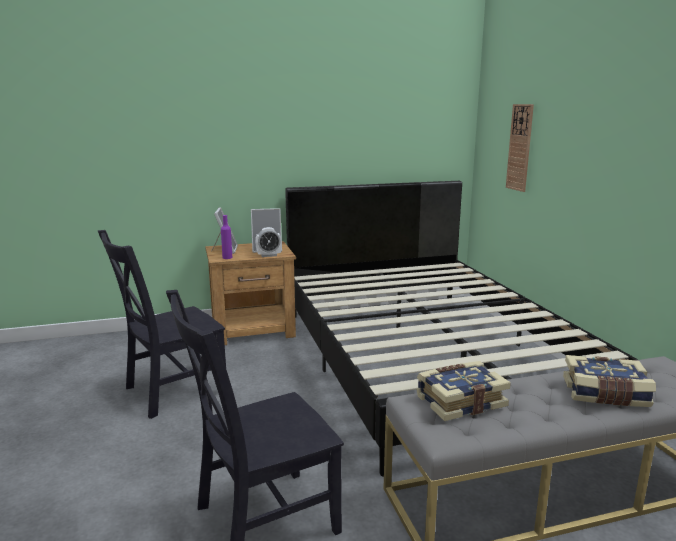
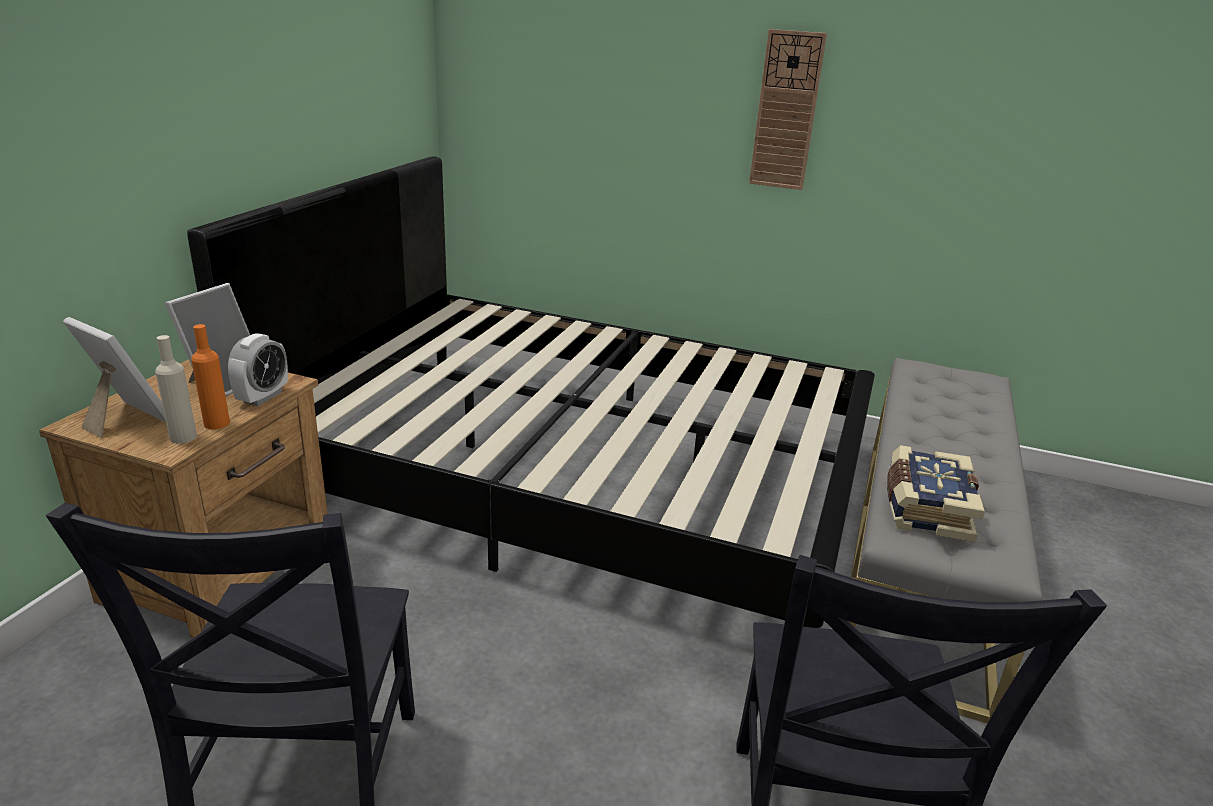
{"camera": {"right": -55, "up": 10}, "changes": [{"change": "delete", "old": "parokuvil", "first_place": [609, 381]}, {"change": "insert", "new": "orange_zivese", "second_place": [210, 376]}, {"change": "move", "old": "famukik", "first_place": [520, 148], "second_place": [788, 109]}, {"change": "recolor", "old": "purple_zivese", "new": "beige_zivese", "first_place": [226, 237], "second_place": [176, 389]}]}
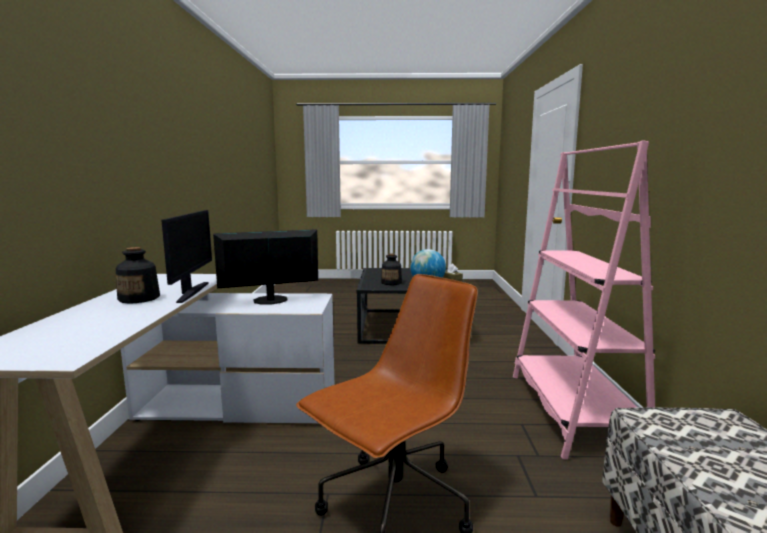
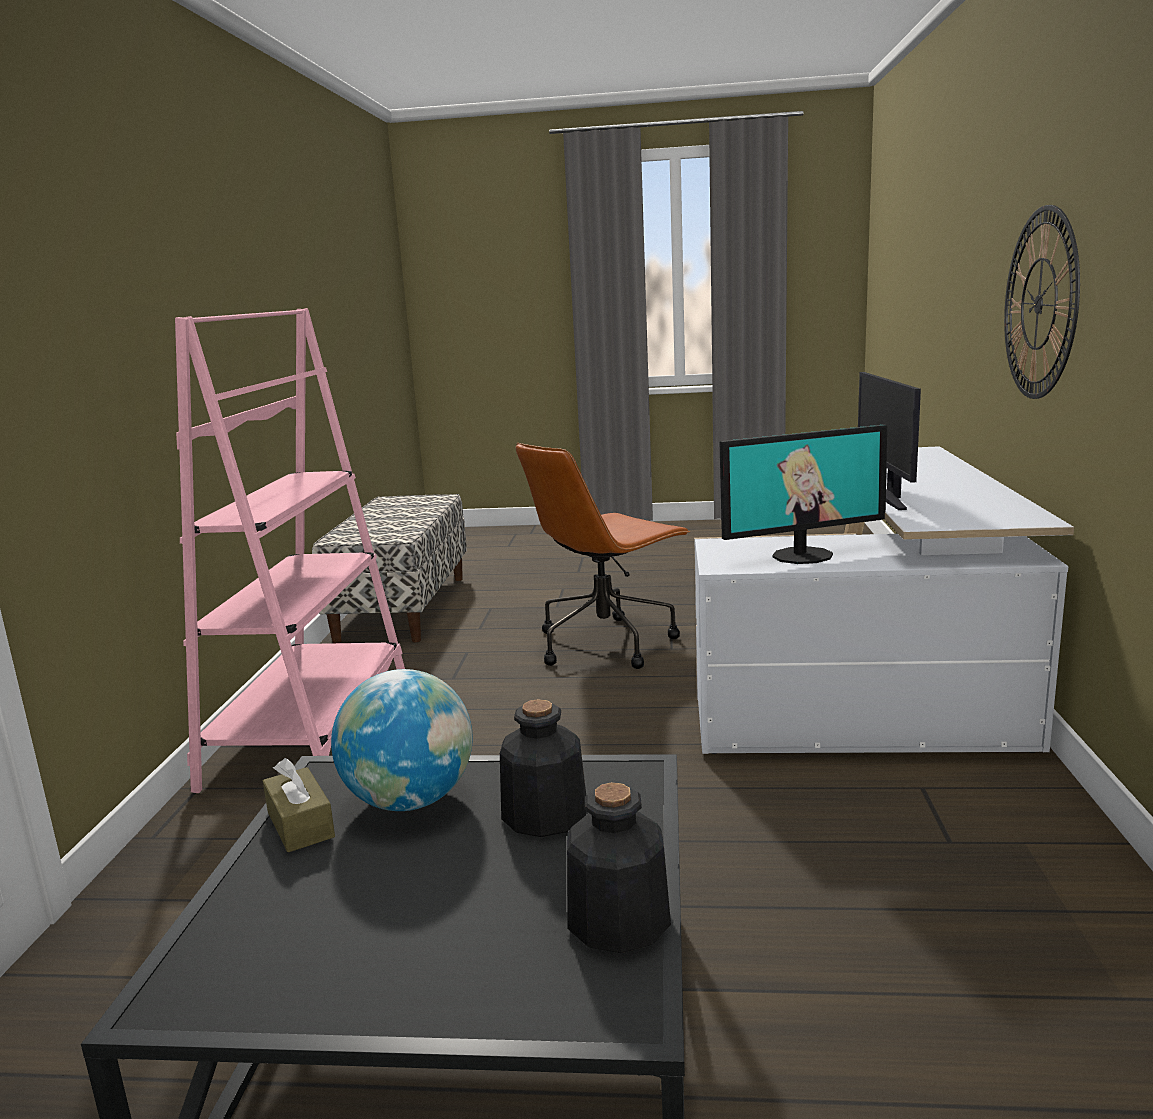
{"camera": {"right": -175, "up": 5}, "changes": [{"change": "insert", "new": "famukik", "second_place": [1042, 302]}, {"change": "move", "old": "zivese", "first_place": [138, 275], "second_place": [619, 867]}]}
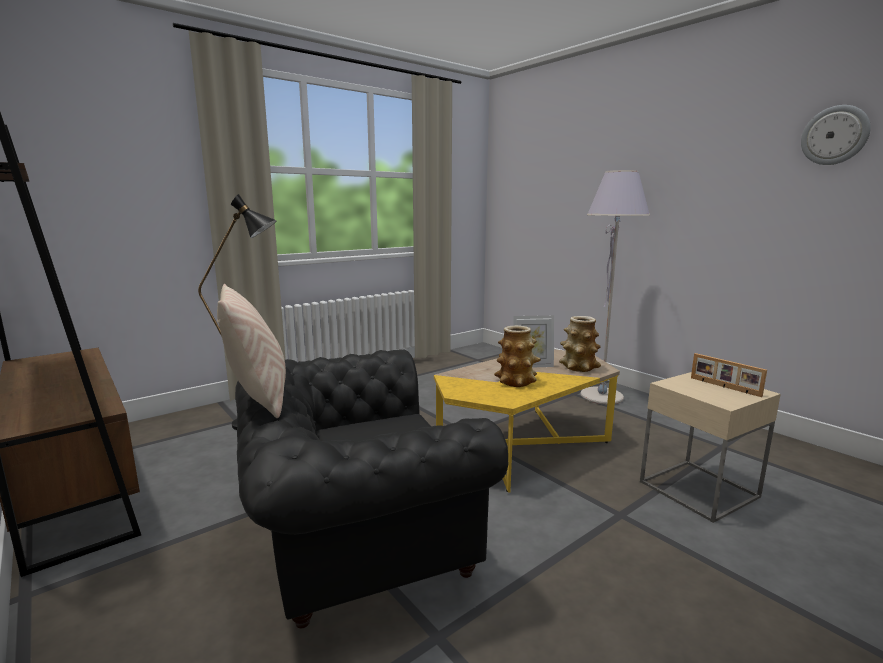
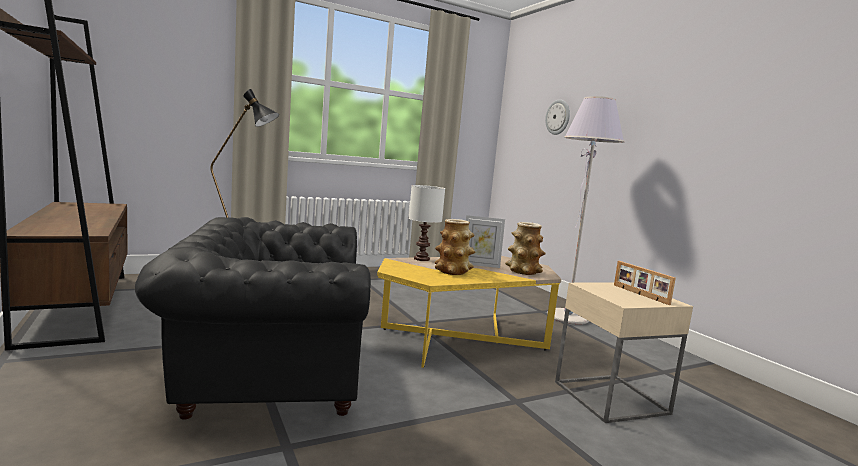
{"camera": {"right": 10, "up": -5}, "changes": [{"change": "delete", "old": "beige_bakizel", "first_place": [251, 350]}, {"change": "insert", "new": "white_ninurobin", "second_place": [427, 223]}, {"change": "move", "old": "famukik", "first_place": [836, 135], "second_place": [557, 117]}]}
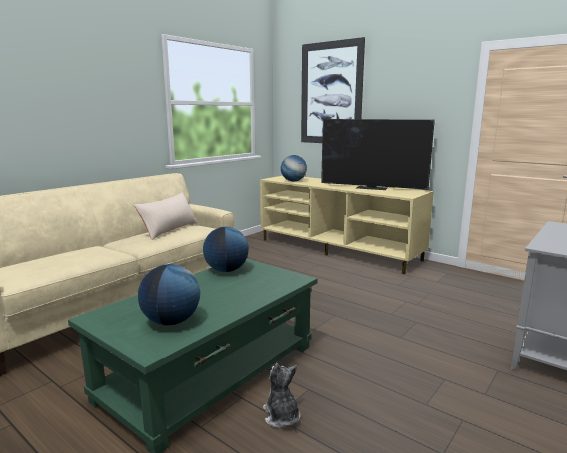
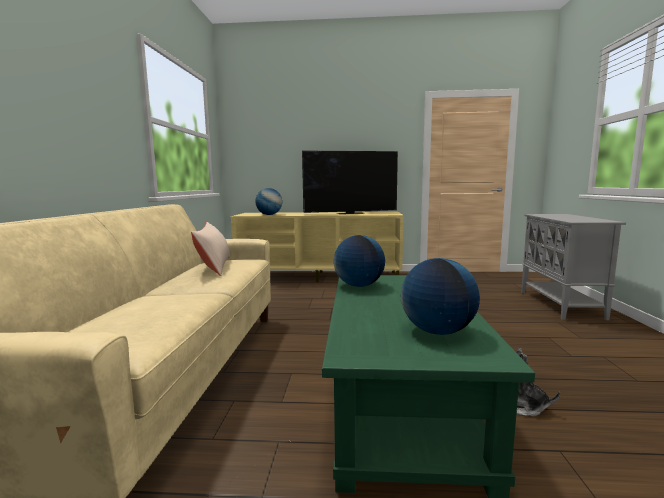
{"camera": {"right": -35, "up": -5}, "changes": [{"change": "delete", "old": "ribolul", "first_place": [333, 90]}]}
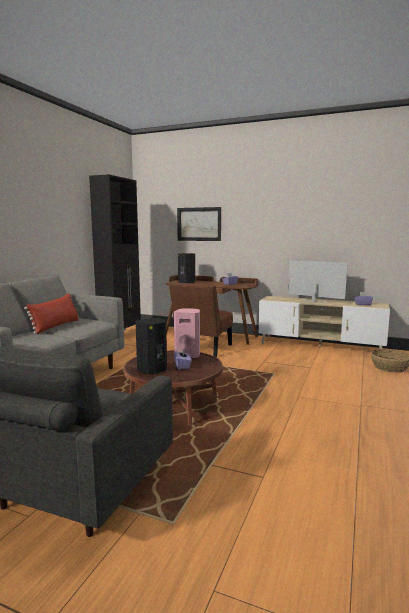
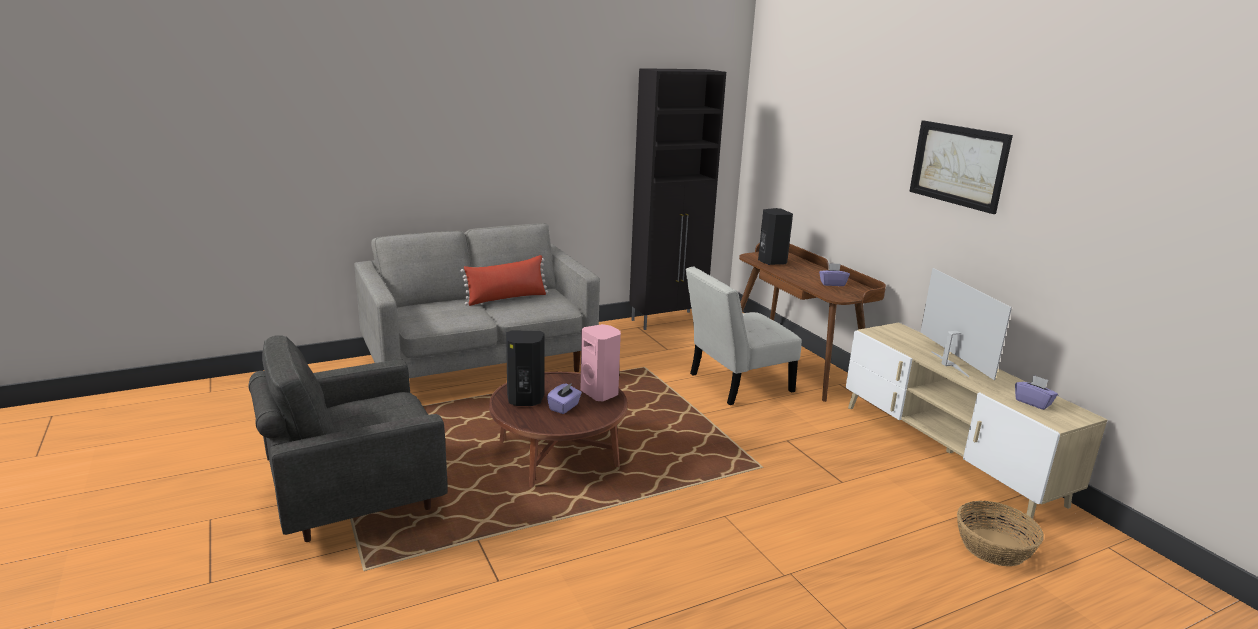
{"camera": {"right": 40, "up": 10}, "changes": [{"change": "move", "old": "ribolul", "first_place": [199, 224], "second_place": [961, 167]}, {"change": "recolor", "old": "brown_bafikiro", "new": "white_bafikiro", "first_place": [201, 320], "second_place": [744, 336]}]}
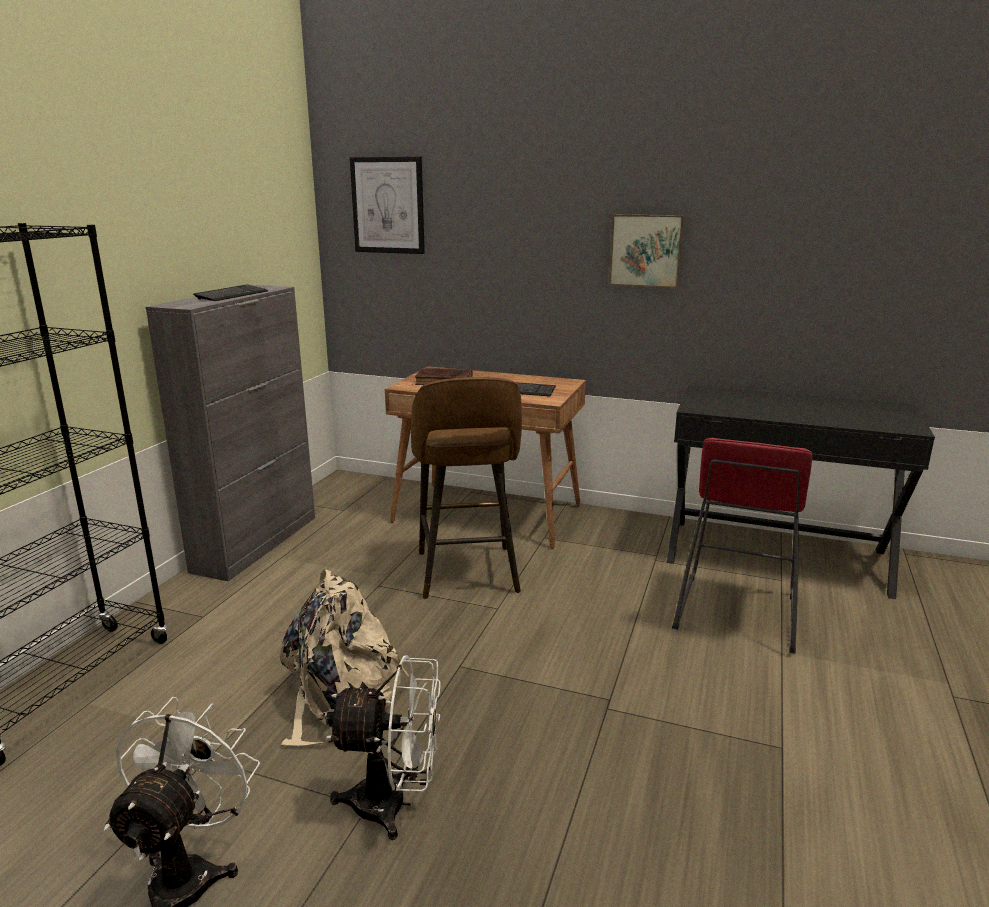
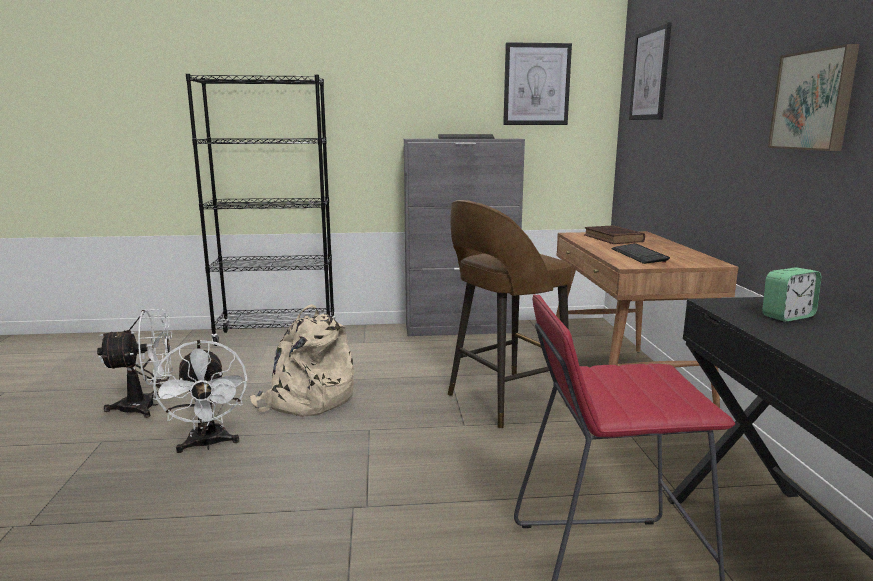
{"camera": {"right": 65, "up": -5}, "changes": [{"change": "insert", "new": "ribolul", "second_place": [537, 83]}, {"change": "insert", "new": "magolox", "second_place": [791, 294]}]}
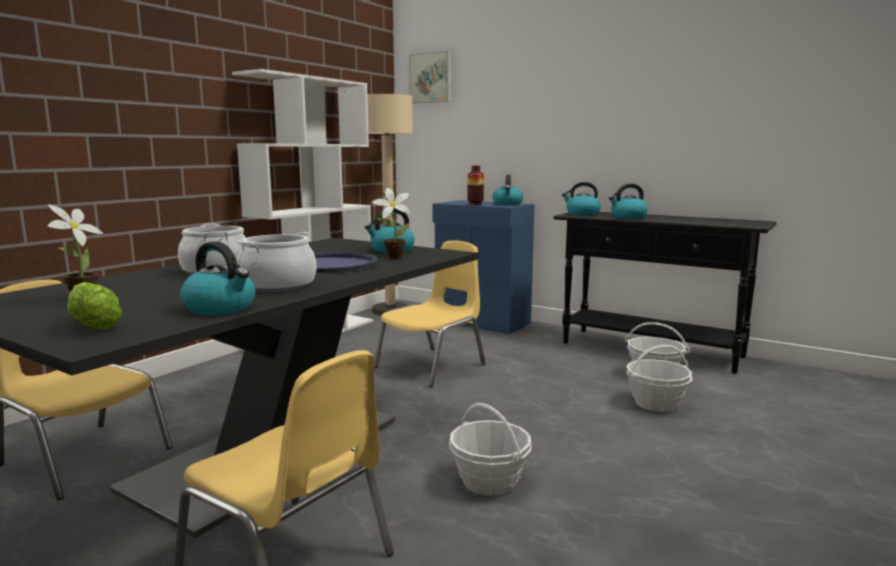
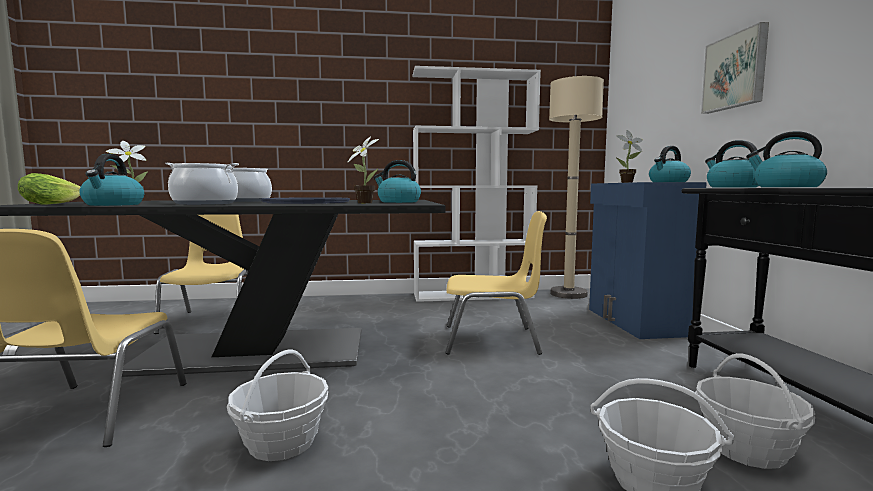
{"camera": {"right": 50, "up": -5}, "changes": [{"change": "move", "old": "ribolul", "first_place": [430, 77], "second_place": [735, 68]}, {"change": "replace", "old": "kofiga", "new": "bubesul", "first_place": [476, 185], "second_place": [629, 156]}]}
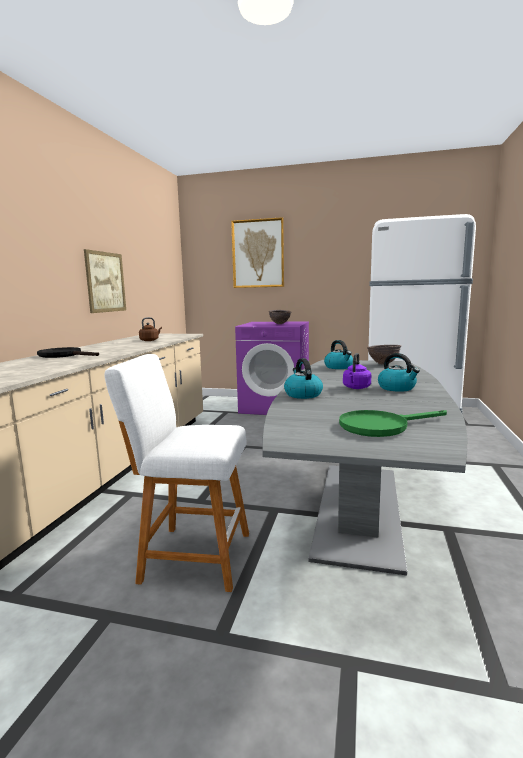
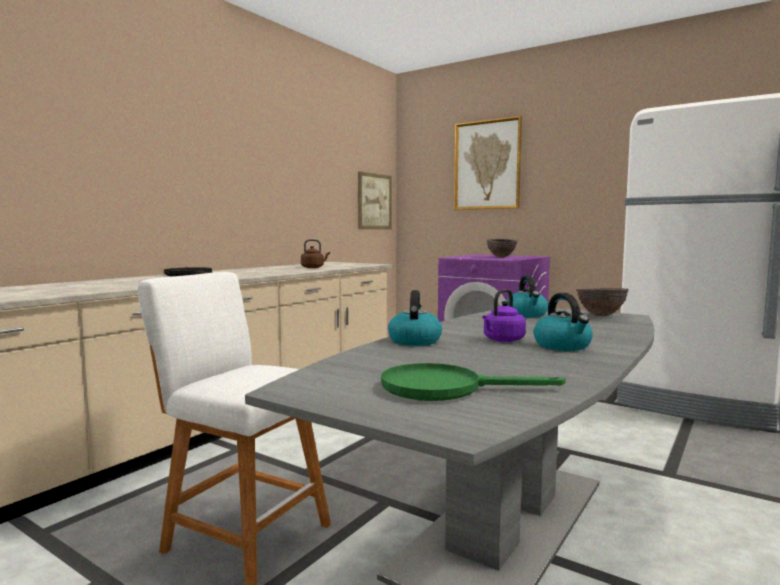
{"camera": {"right": 20, "up": -5}, "changes": [{"change": "move", "old": "ribolul", "first_place": [105, 281], "second_place": [375, 200]}]}
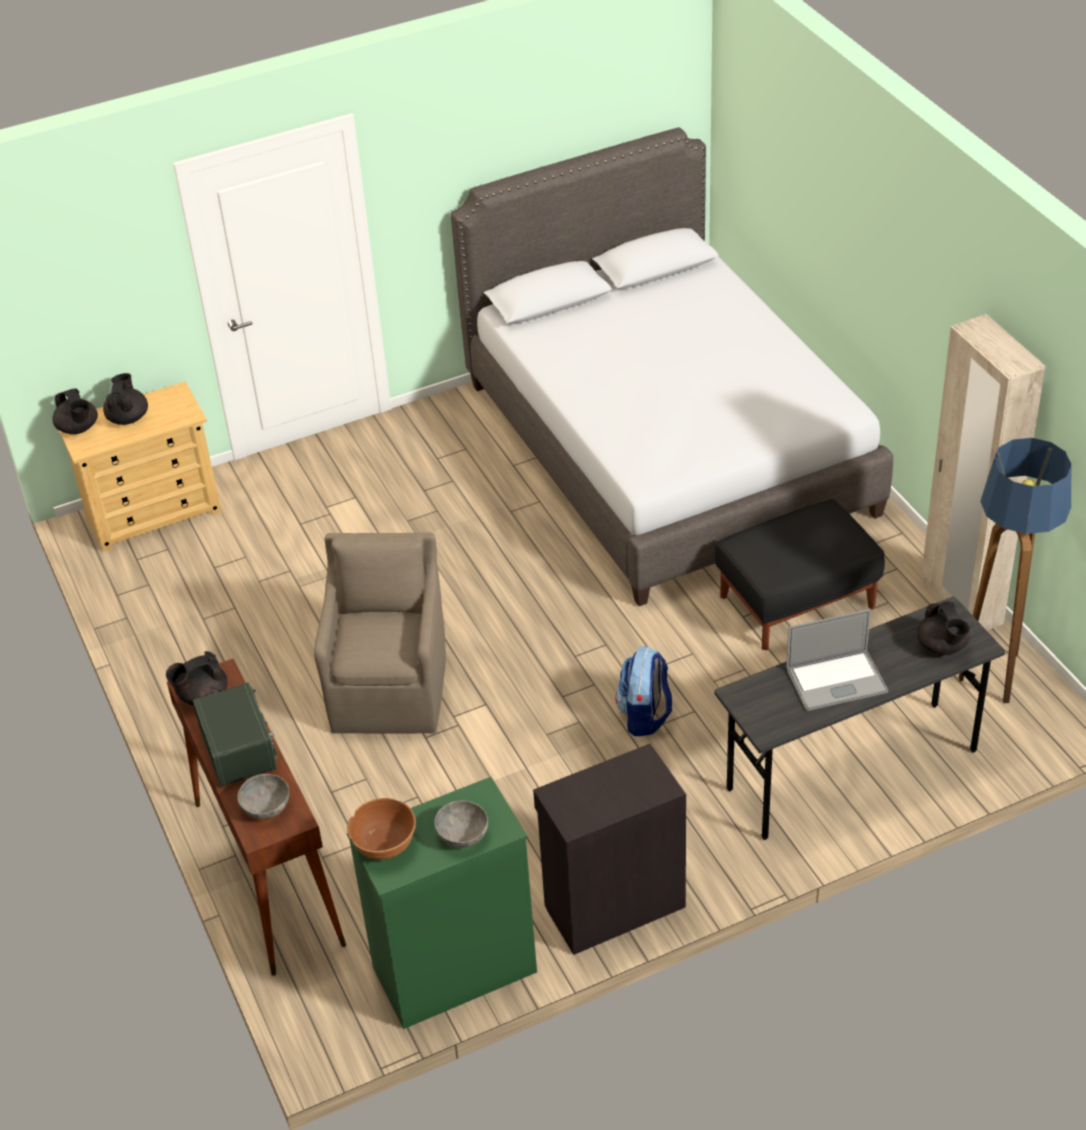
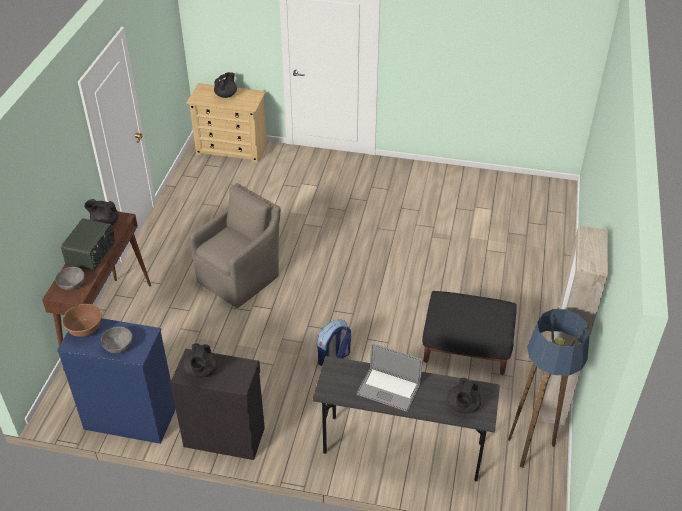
{"camera": {"right": 35, "up": 0}, "changes": [{"change": "delete", "old": "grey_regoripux", "first_place": [671, 366]}, {"change": "move", "old": "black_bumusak", "first_place": [75, 411], "second_place": [200, 360]}, {"change": "recolor", "old": "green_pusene", "new": "blue_pusene", "first_place": [442, 903], "second_place": [116, 381]}]}
